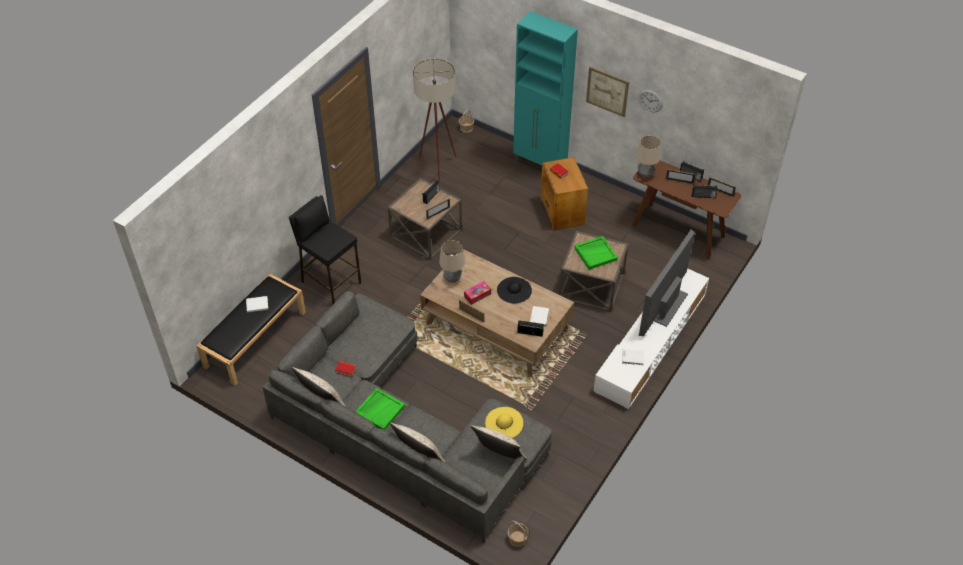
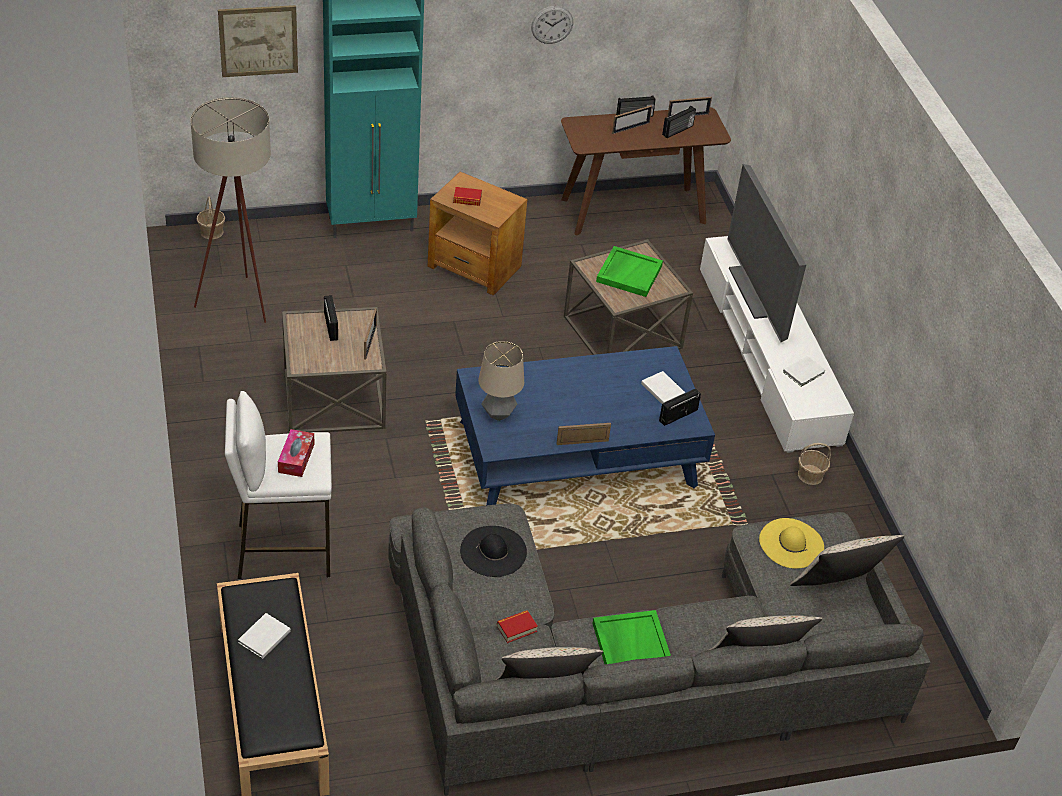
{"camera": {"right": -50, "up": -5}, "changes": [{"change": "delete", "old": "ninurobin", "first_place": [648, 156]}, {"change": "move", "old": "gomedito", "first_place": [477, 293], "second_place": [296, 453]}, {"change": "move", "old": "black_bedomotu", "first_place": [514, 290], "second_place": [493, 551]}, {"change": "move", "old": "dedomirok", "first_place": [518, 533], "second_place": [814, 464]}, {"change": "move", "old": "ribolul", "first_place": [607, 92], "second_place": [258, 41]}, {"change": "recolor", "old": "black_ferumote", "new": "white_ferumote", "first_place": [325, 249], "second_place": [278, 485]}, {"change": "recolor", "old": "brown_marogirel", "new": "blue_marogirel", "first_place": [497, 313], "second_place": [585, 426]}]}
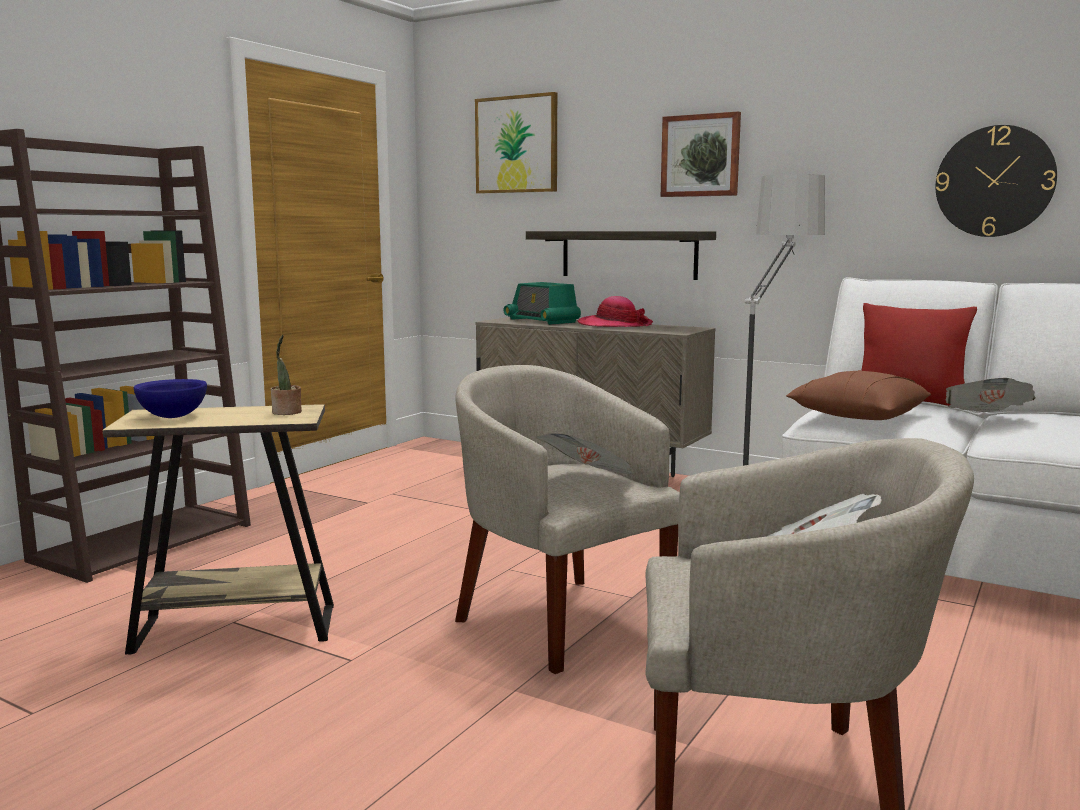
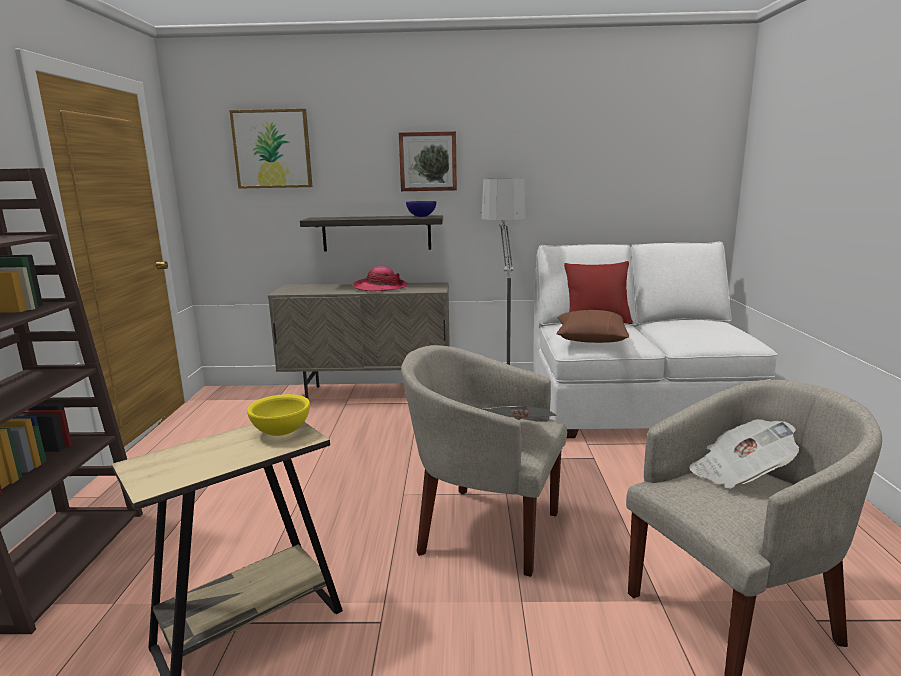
{"camera": {"right": -30, "up": 5}, "changes": [{"change": "delete", "old": "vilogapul", "first_place": [542, 303]}, {"change": "delete", "old": "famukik", "first_place": [996, 181]}, {"change": "delete", "old": "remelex", "first_place": [990, 395]}, {"change": "move", "old": "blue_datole", "first_place": [170, 398], "second_place": [421, 209]}, {"change": "replace", "old": "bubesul", "new": "yellow_datole", "first_place": [286, 375], "second_place": [278, 415]}]}
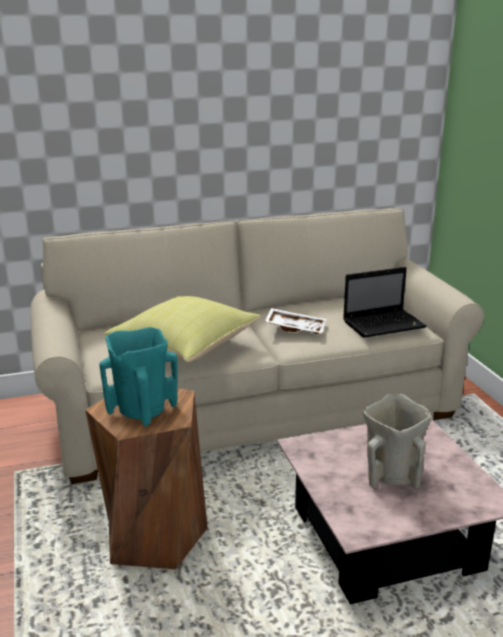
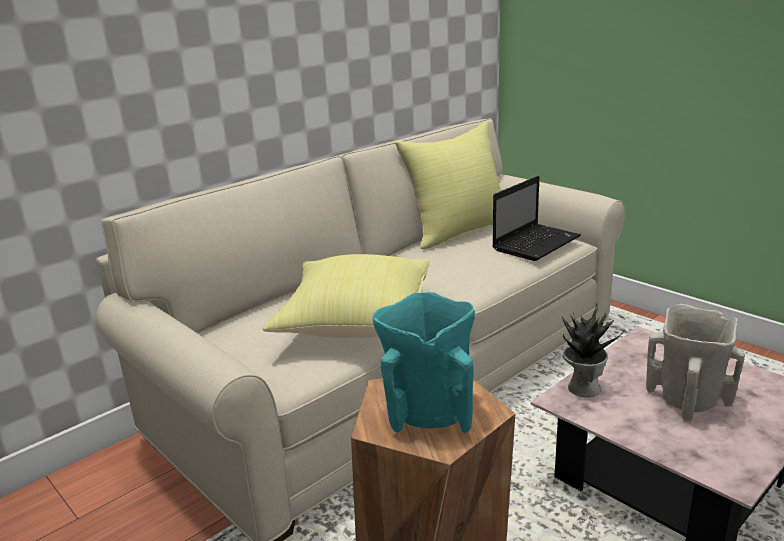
{"camera": {"right": -25, "up": 0}, "changes": [{"change": "delete", "old": "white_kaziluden", "first_place": [295, 321]}, {"change": "insert", "new": "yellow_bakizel", "second_place": [448, 185]}, {"change": "insert", "new": "bubesul", "second_place": [593, 350]}]}
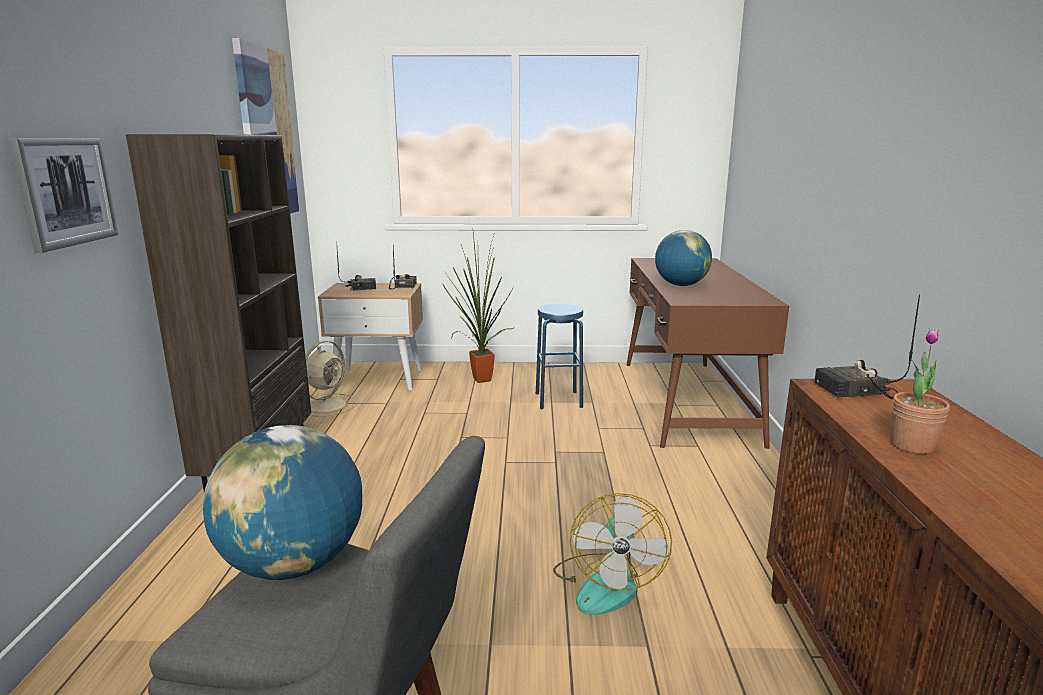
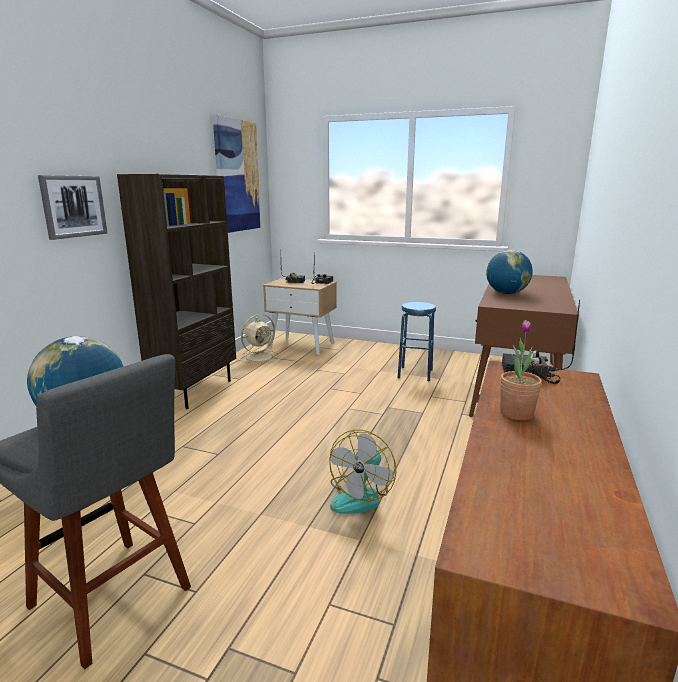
{"camera": {"right": 20, "up": 0}, "changes": [{"change": "delete", "old": "bubesul", "first_place": [478, 308]}]}
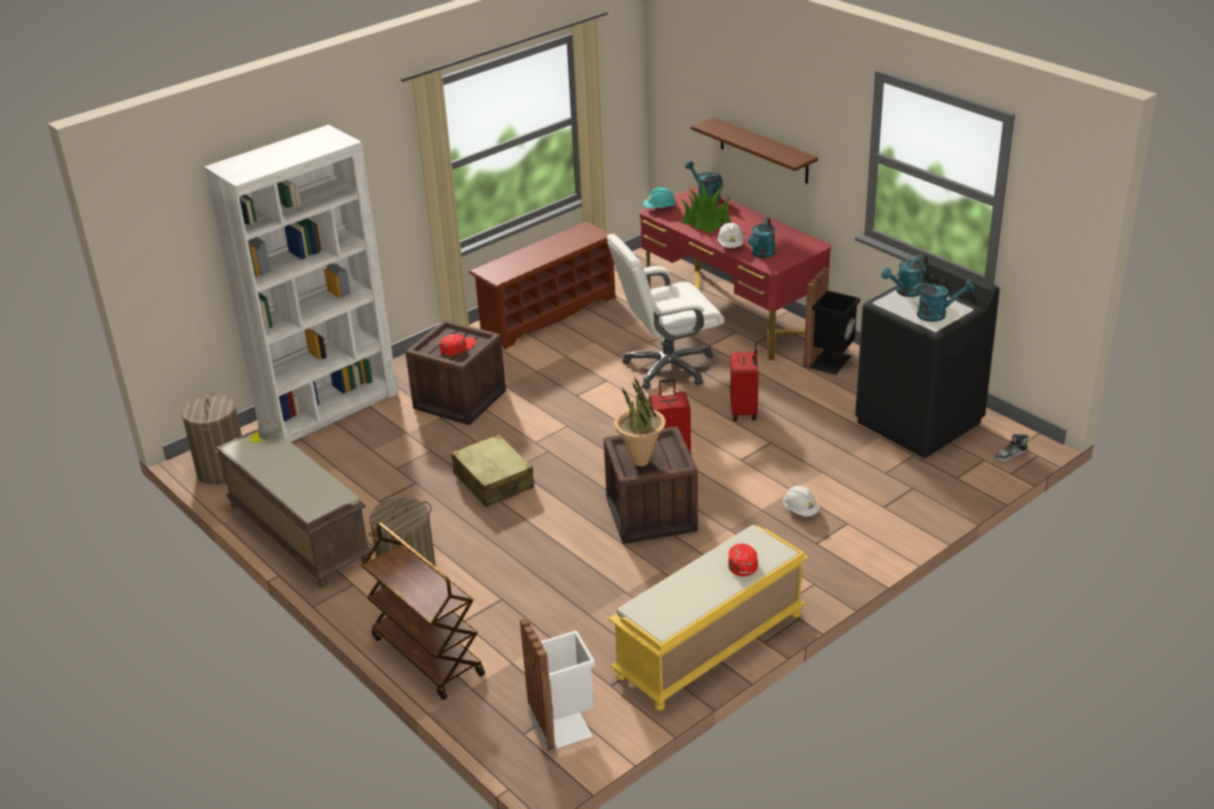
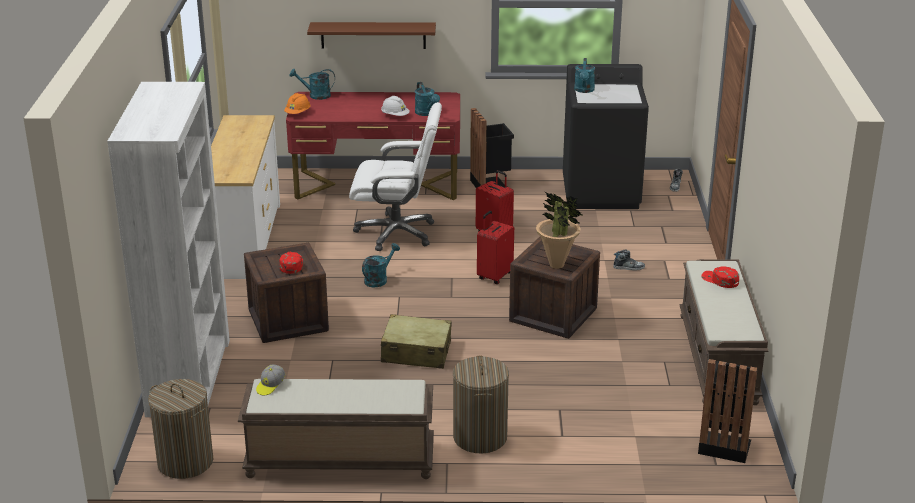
{"camera": {"right": -50, "up": -5}, "changes": [{"change": "delete", "old": "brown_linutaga", "first_place": [423, 611]}, {"change": "delete", "old": "bubesul", "first_place": [706, 207]}, {"change": "move", "old": "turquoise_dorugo", "first_place": [943, 301], "second_place": [381, 265]}, {"change": "replace", "old": "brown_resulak", "new": "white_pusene", "first_place": [542, 285], "second_place": [245, 197]}, {"change": "replace", "old": "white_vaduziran", "new": "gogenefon", "first_place": [801, 501], "second_place": [629, 260]}, {"change": "recolor", "old": "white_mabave", "new": "black_mabave", "first_place": [557, 684], "second_place": [728, 411]}, {"change": "recolor", "old": "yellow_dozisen", "new": "brown_dozisen", "first_place": [708, 618], "second_place": [724, 332]}, {"change": "recolor", "old": "turquoise_vaduziran", "new": "orange_vaduziran", "first_place": [660, 197], "second_place": [297, 103]}, {"change": "rotate", "old": "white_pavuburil", "first_place": [665, 311], "second_place": [395, 176], "degrees": -105}]}
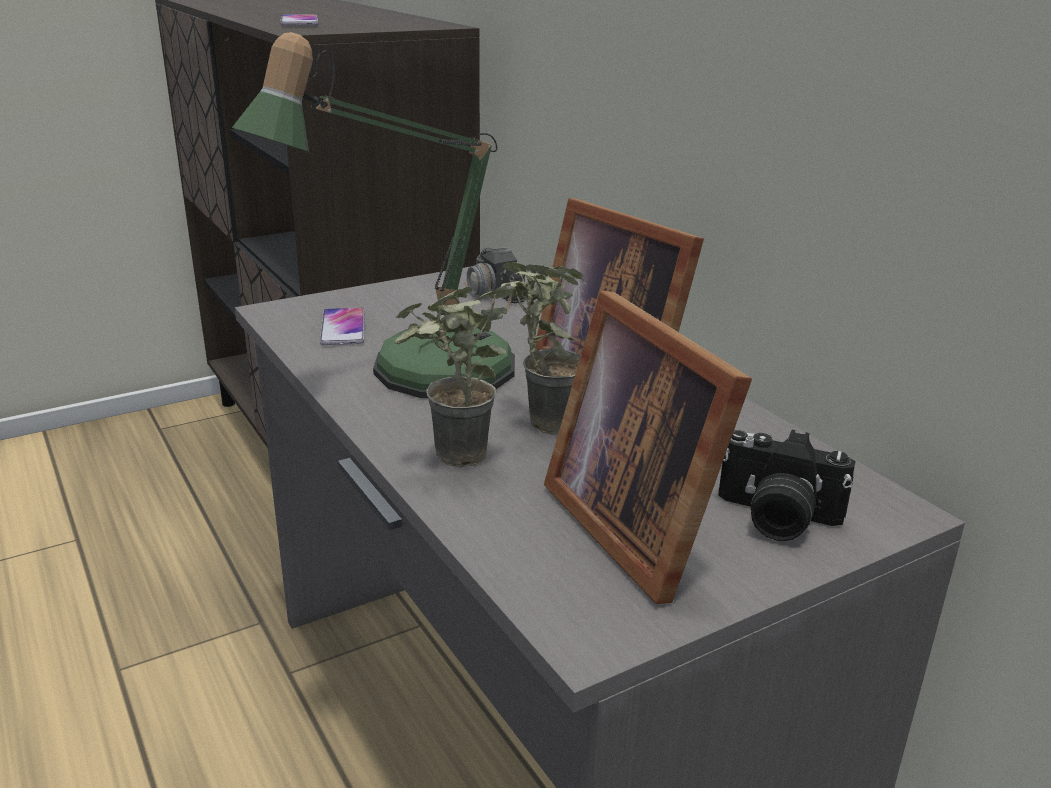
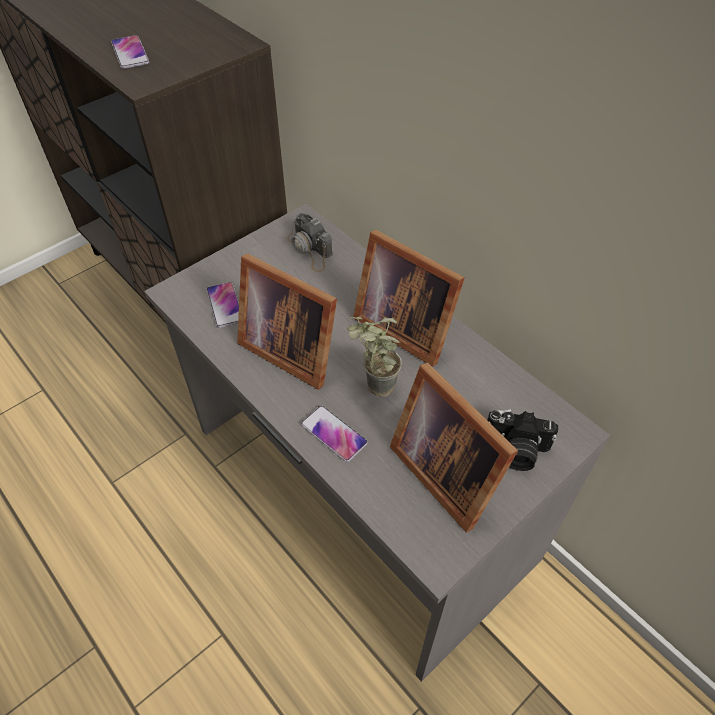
{"camera": {"right": -10, "up": 25}, "changes": [{"change": "replace", "old": "ninurobin", "new": "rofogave", "first_place": [373, 215], "second_place": [287, 321]}, {"change": "replace", "old": "bubesul", "new": "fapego", "first_place": [455, 375], "second_place": [334, 434]}]}
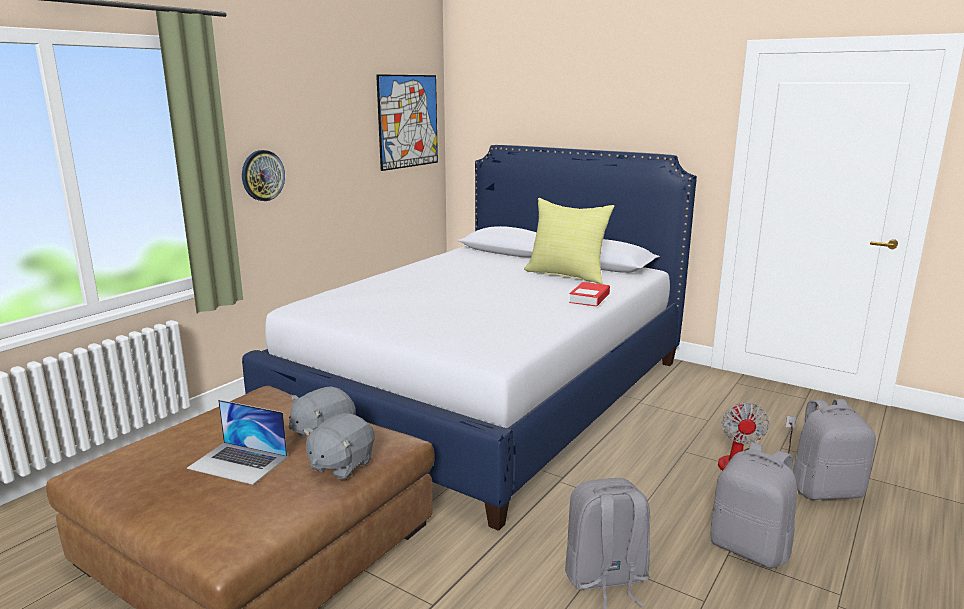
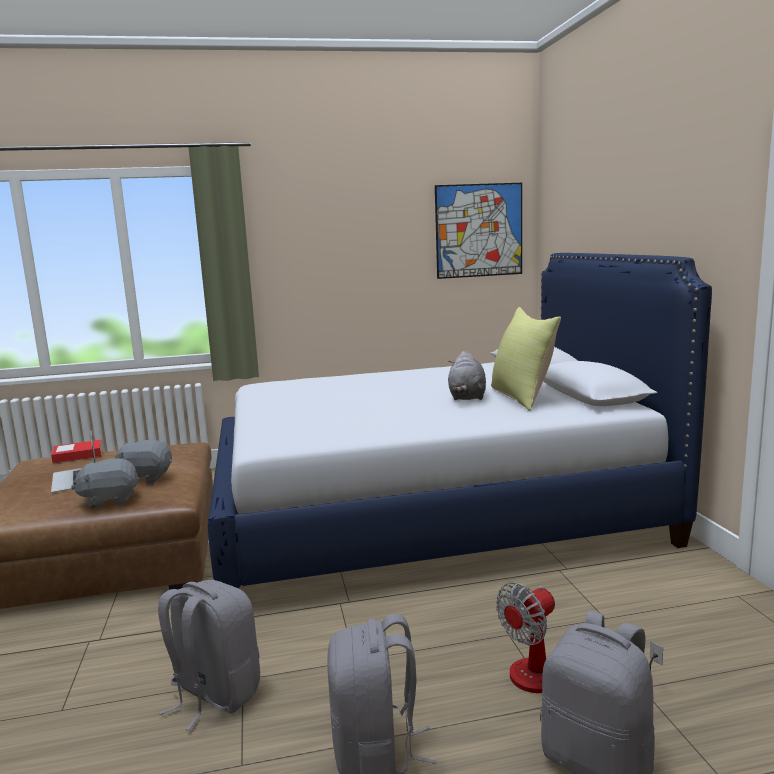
{"camera": {"right": 45, "up": -5}, "changes": [{"change": "delete", "old": "famukik", "first_place": [263, 175]}, {"change": "insert", "new": "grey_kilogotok", "second_place": [467, 375]}, {"change": "move", "old": "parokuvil", "first_place": [589, 294], "second_place": [77, 451]}]}
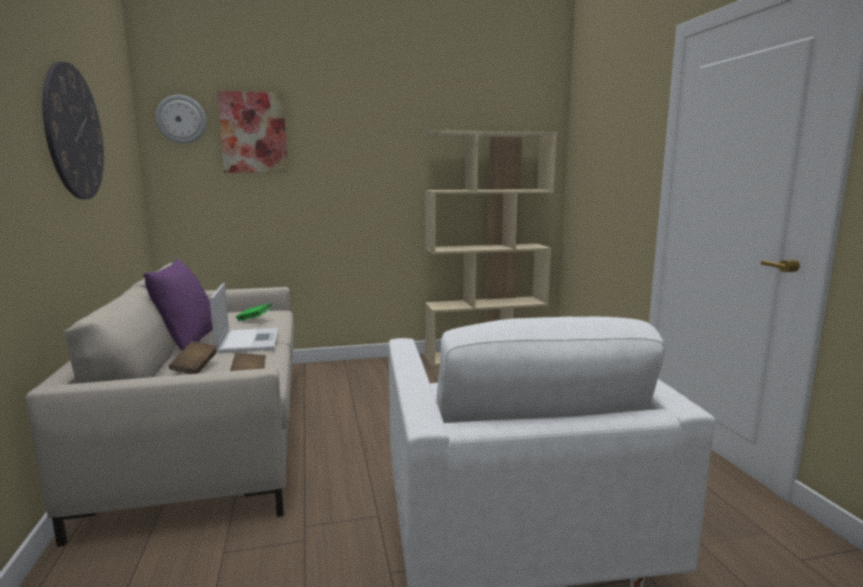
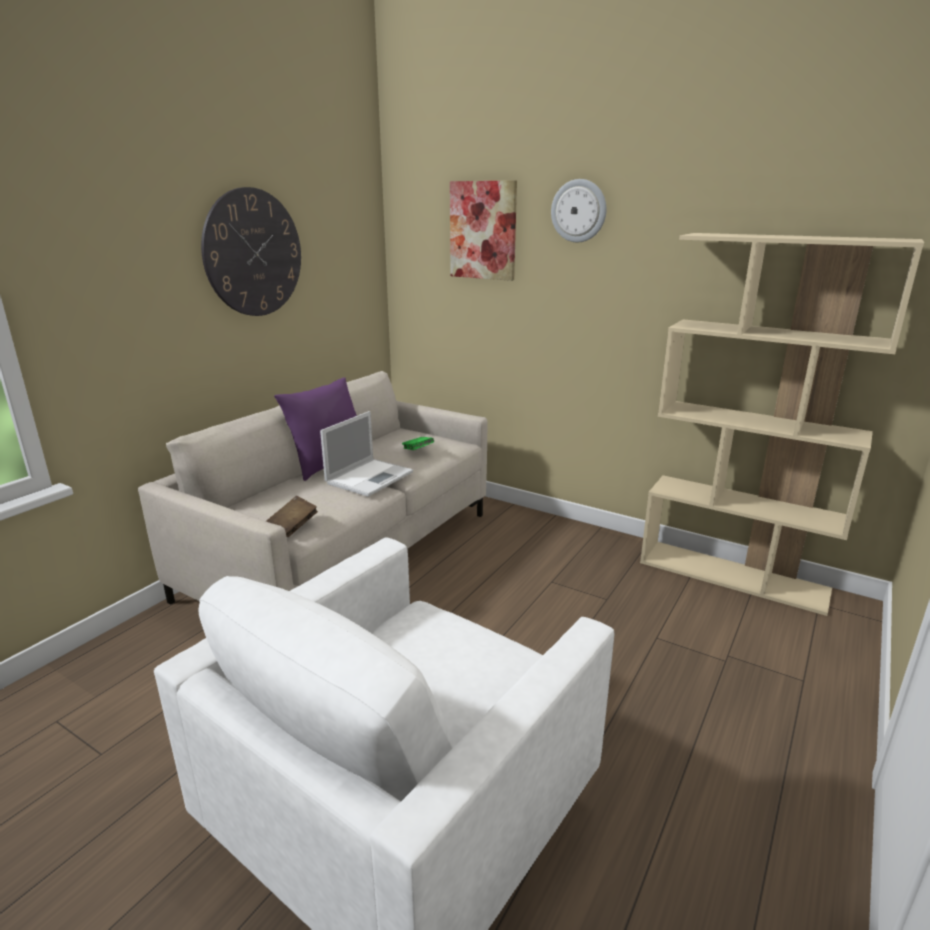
{"camera": {"right": 45, "up": 10}, "changes": [{"change": "delete", "old": "brown_parokuvil", "first_place": [193, 357]}, {"change": "move", "old": "famukik", "first_place": [181, 119], "second_place": [579, 210]}]}
